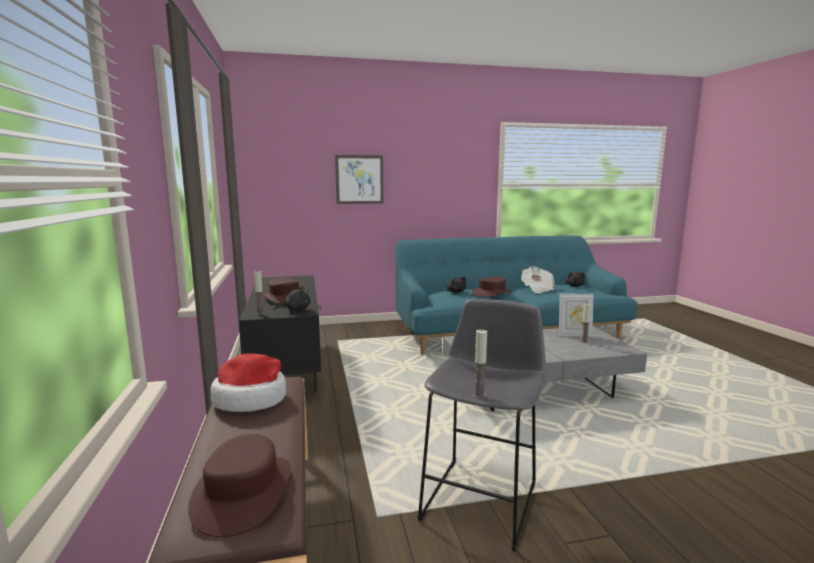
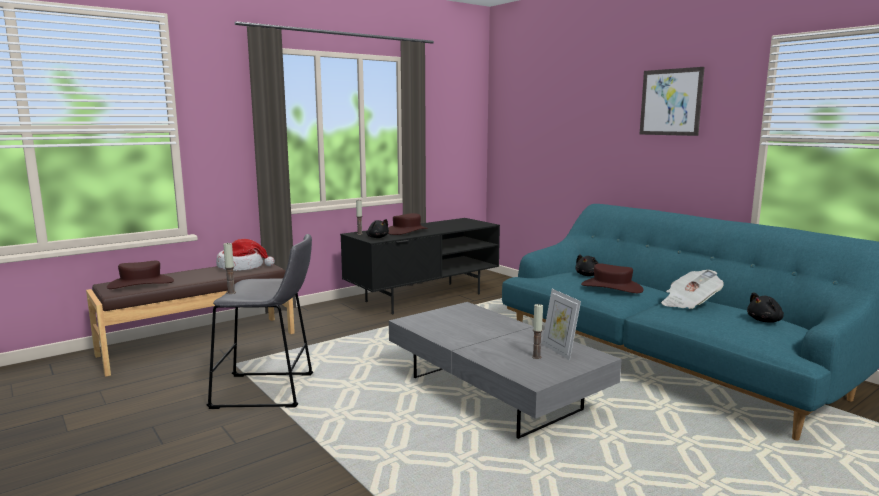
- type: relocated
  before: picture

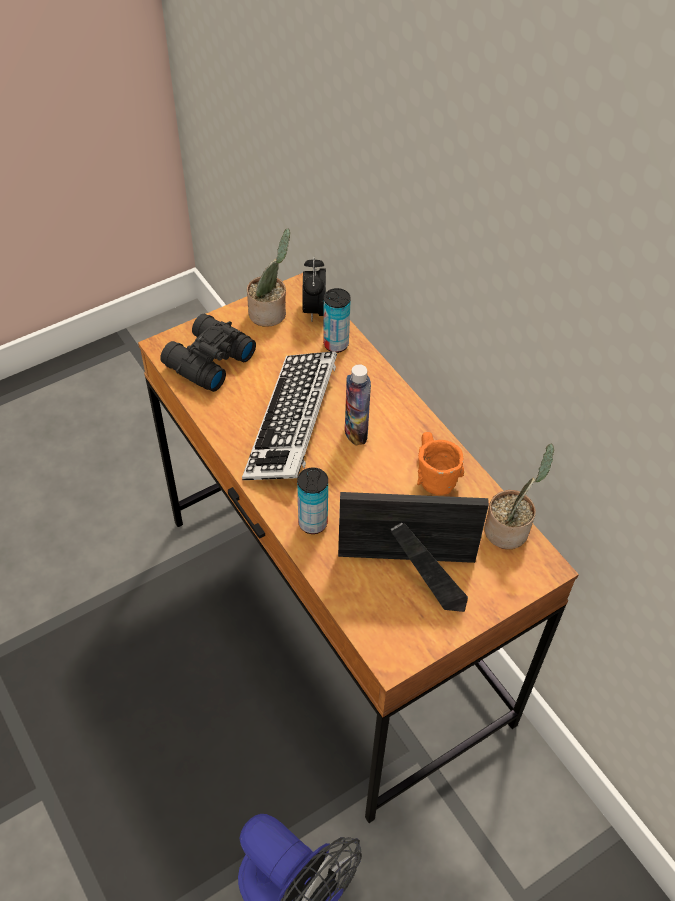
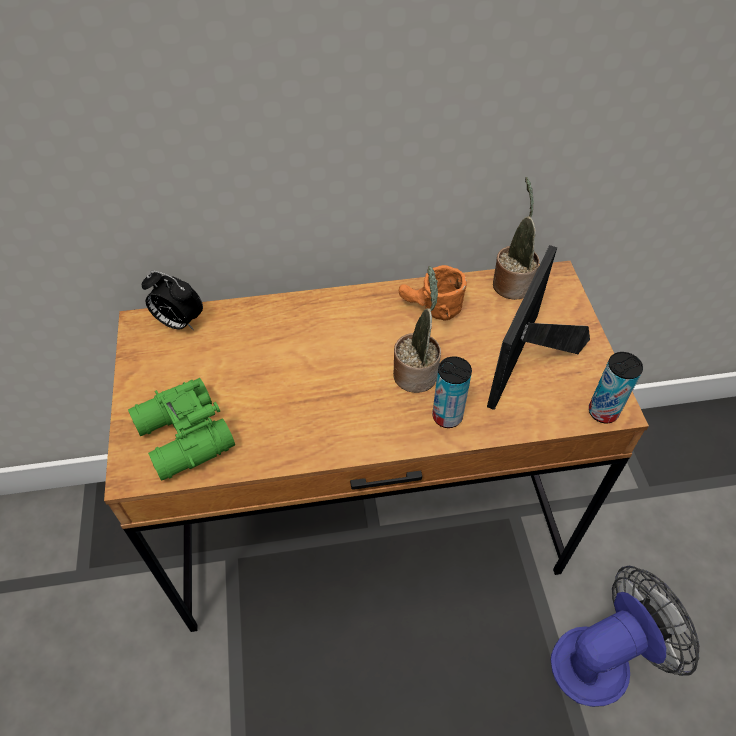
- type: colour
  before: black binoculars
  after: green binoculars
- type: missing
  before: keyboard
- type: relocated
  before: potted plant (no. 1 from left)
- type: relocated
  before: can (no. 2 from left)
- type: missing
  before: bottle

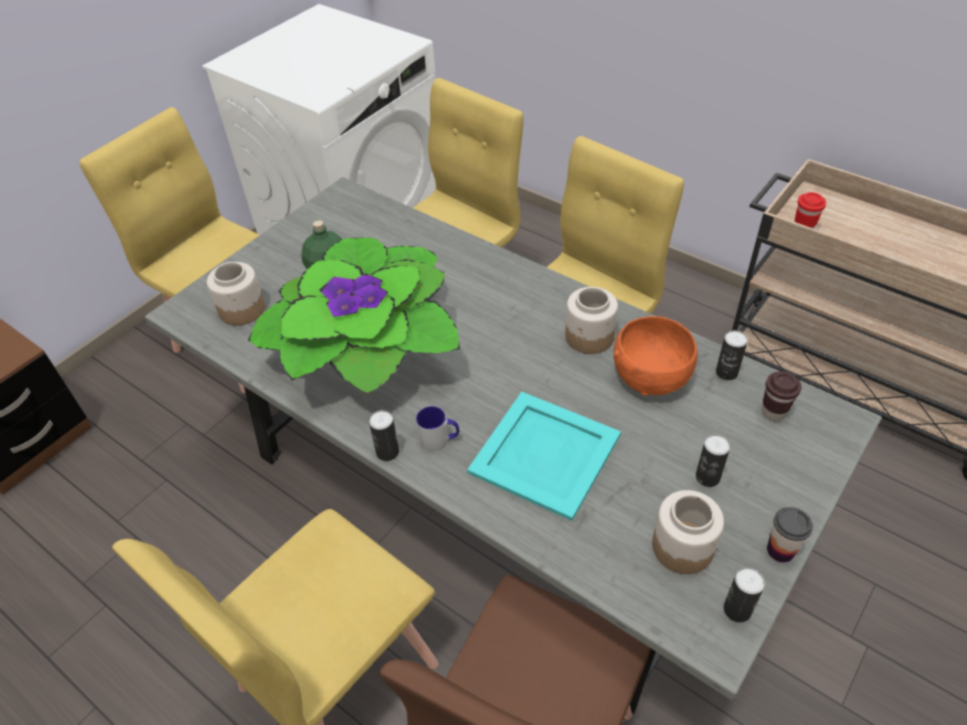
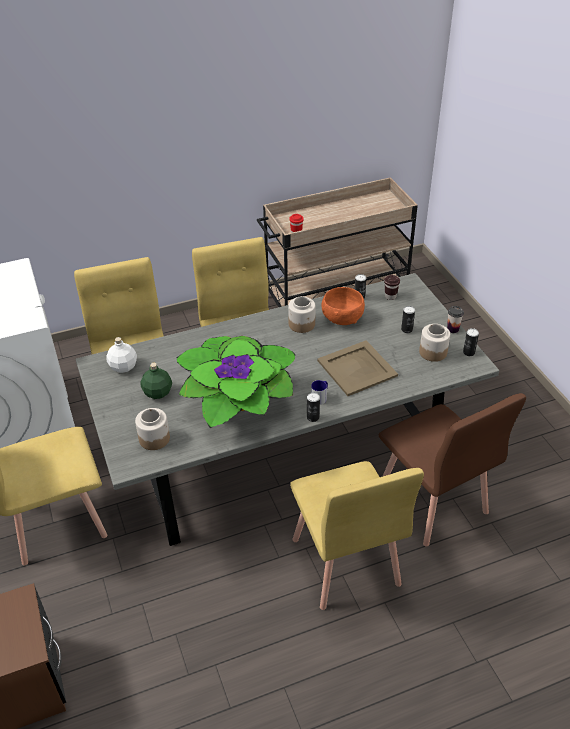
- type: colour
  before: turquoise tray
  after: beige tray
- type: appeared
  after: white bottle

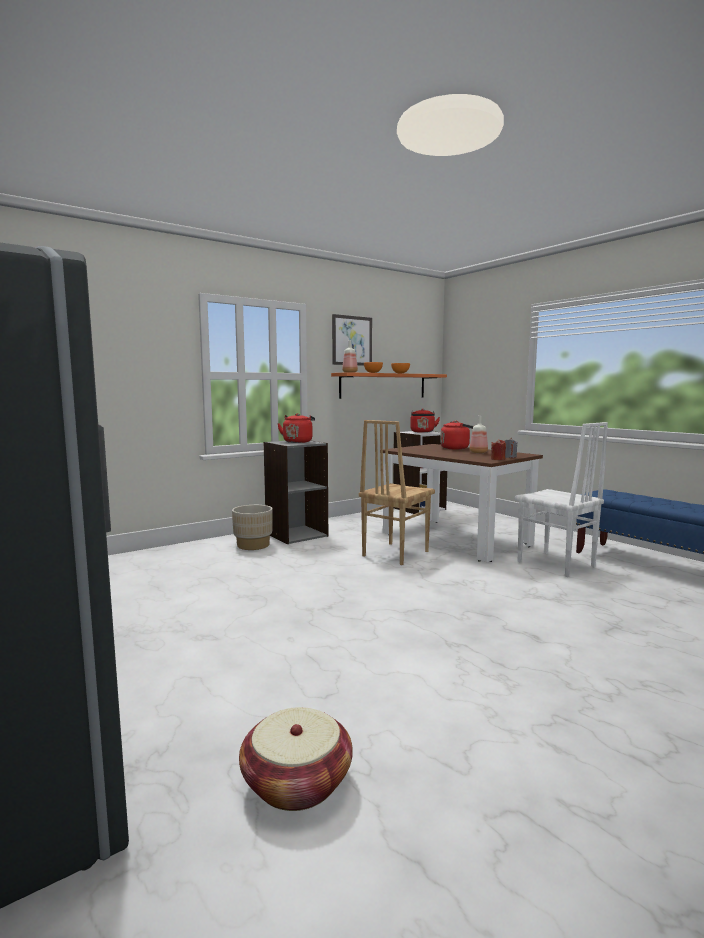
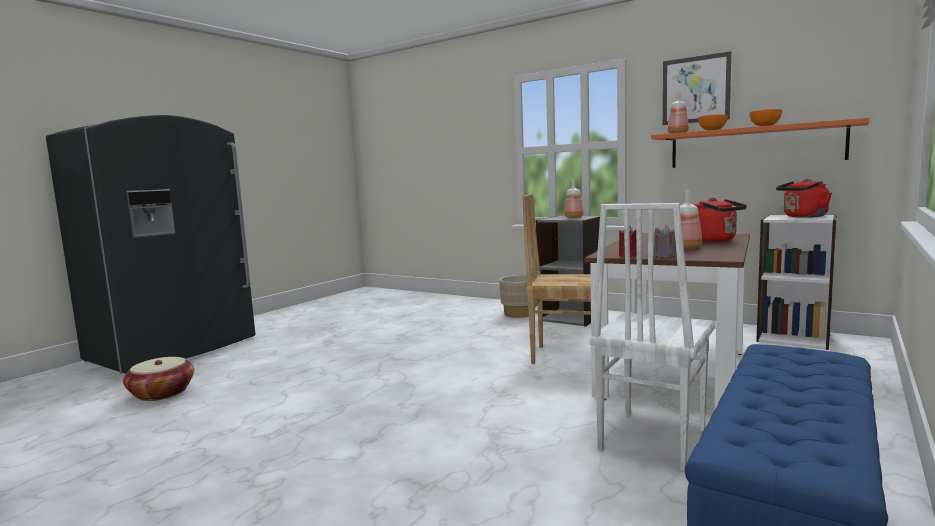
- type: exchanged
  before: red kettle (no. 1 from left)
  after: bottle (no. 1 from left)

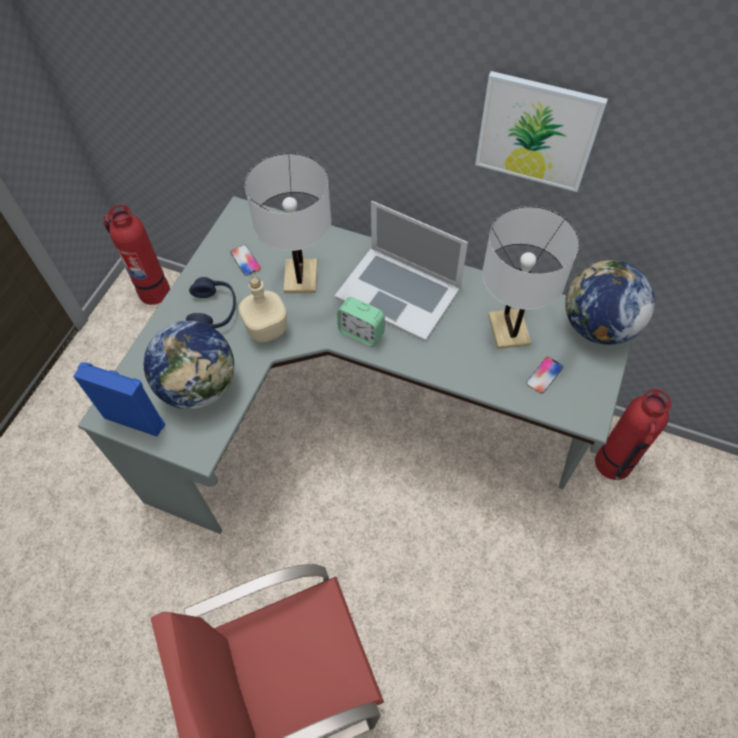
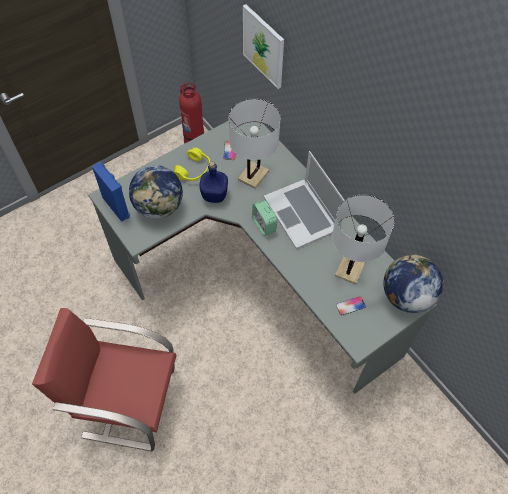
- type: colour
  before: blue headphones
  after: yellow headphones
- type: colour
  before: beige bottle
  after: blue bottle
- type: relocated
  before: picture
- type: missing
  before: fire extinguisher (no. 2 from left)

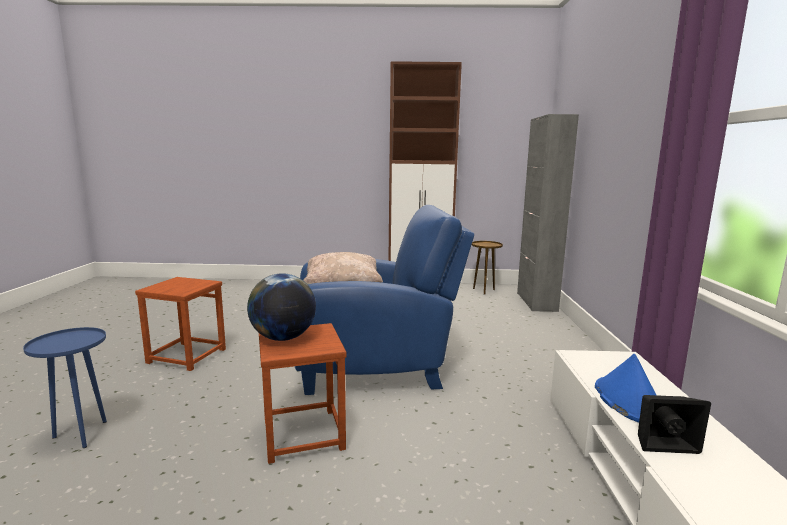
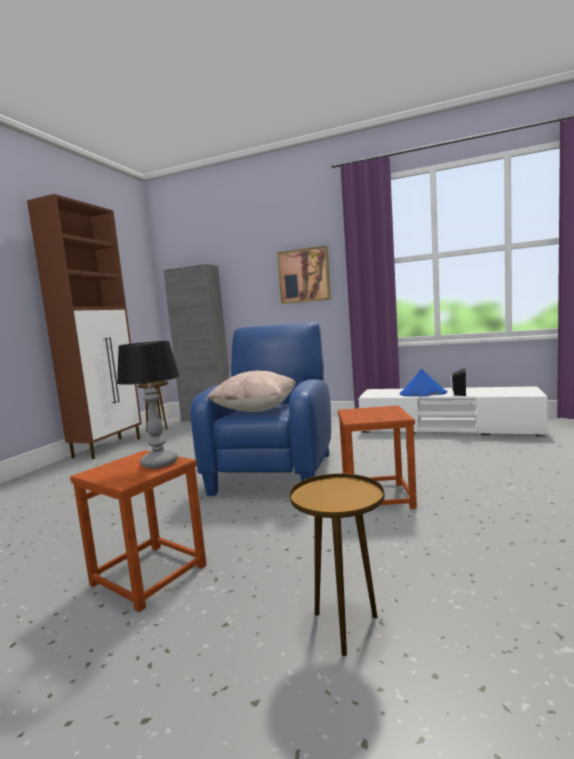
- type: colour
  before: blue side table
  after: brown side table (no. 2 from left)
- type: missing
  before: globe
- type: appeared
  after: table lamp
- type: appeared
  after: picture

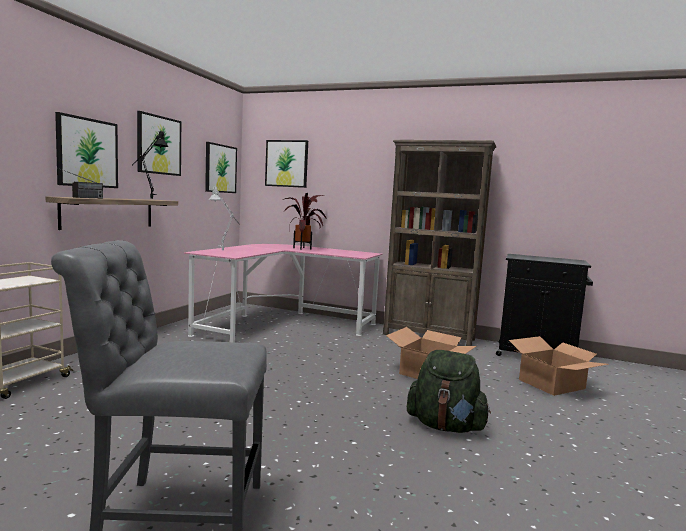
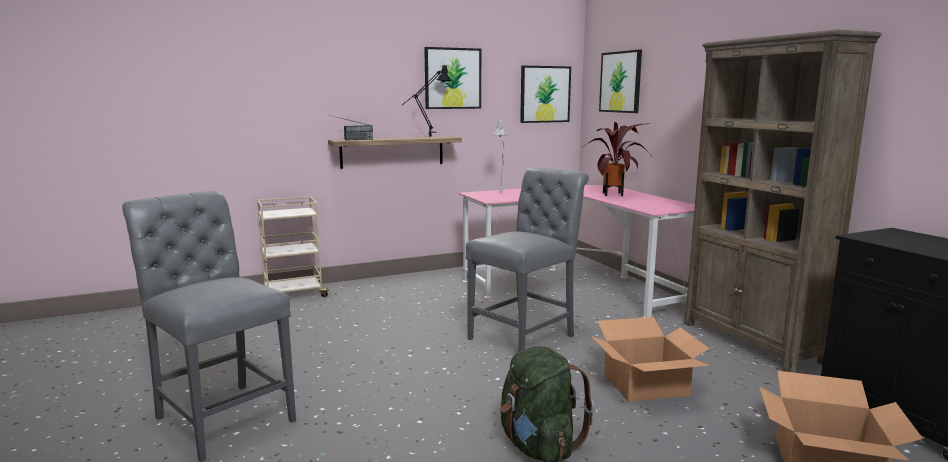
- type: missing
  before: picture (no. 1 from left)
- type: appeared
  after: grey chair (no. 2 from left)

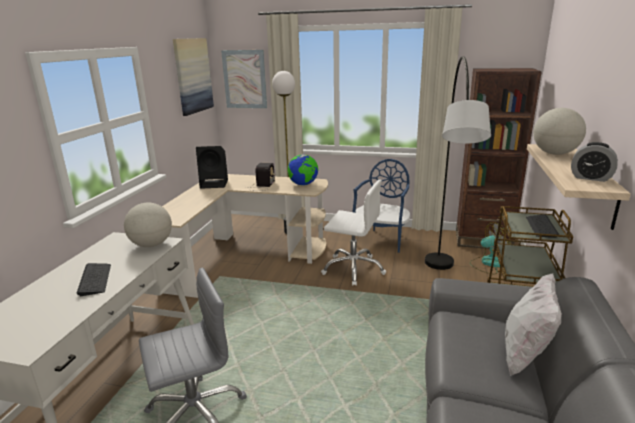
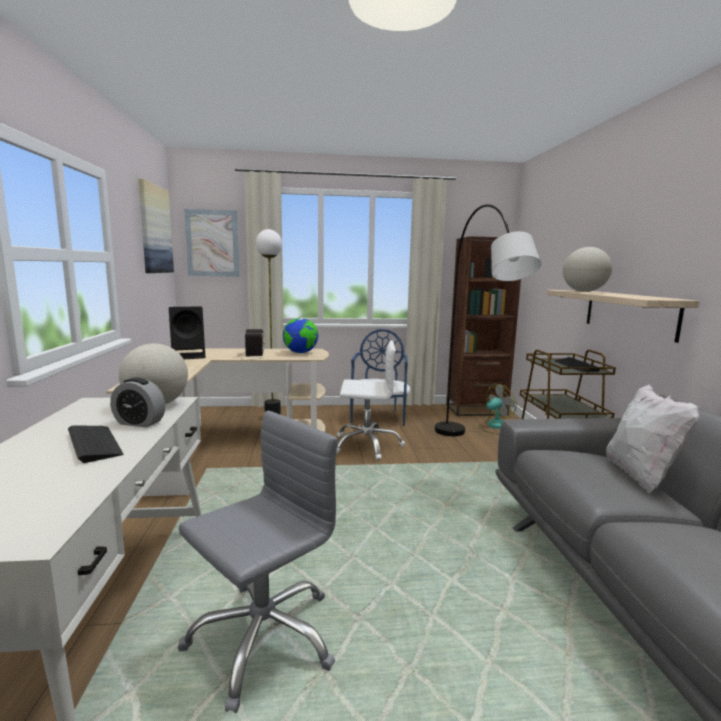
- type: relocated
  before: alarm clock

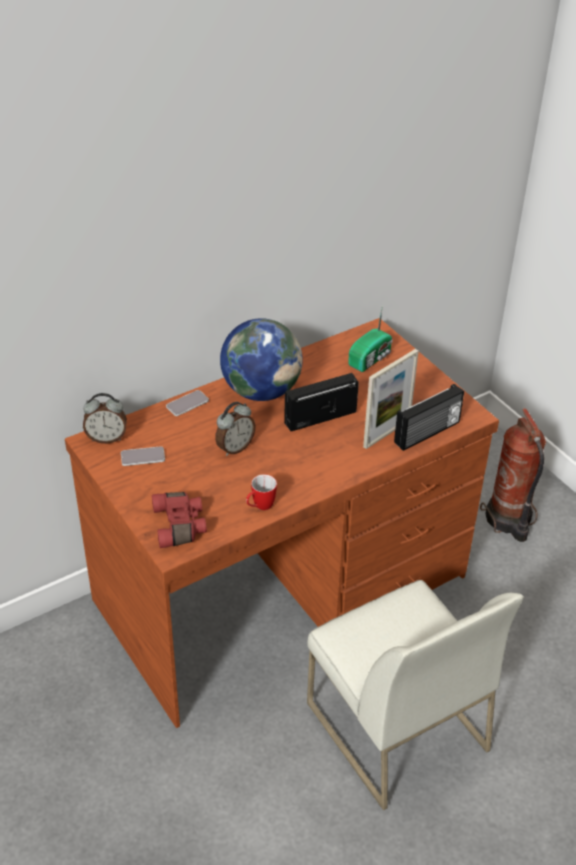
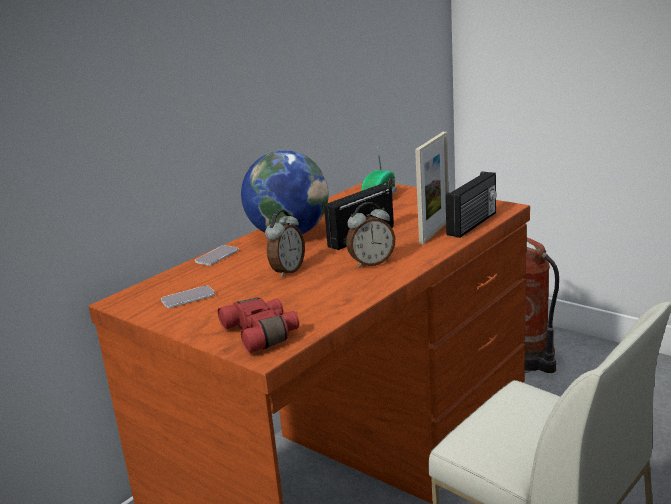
- type: relocated
  before: alarm clock (no. 1 from left in the first image)
  after: alarm clock (no. 2 from left)
- type: missing
  before: mug

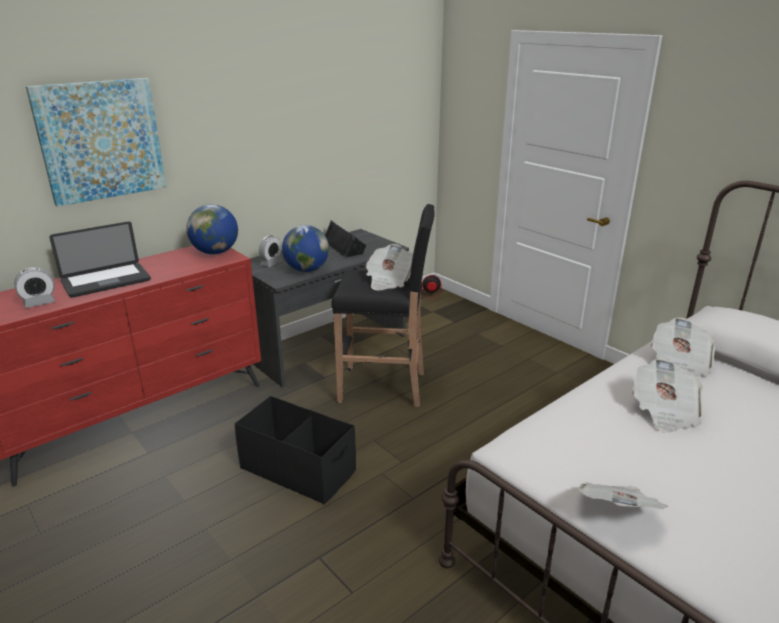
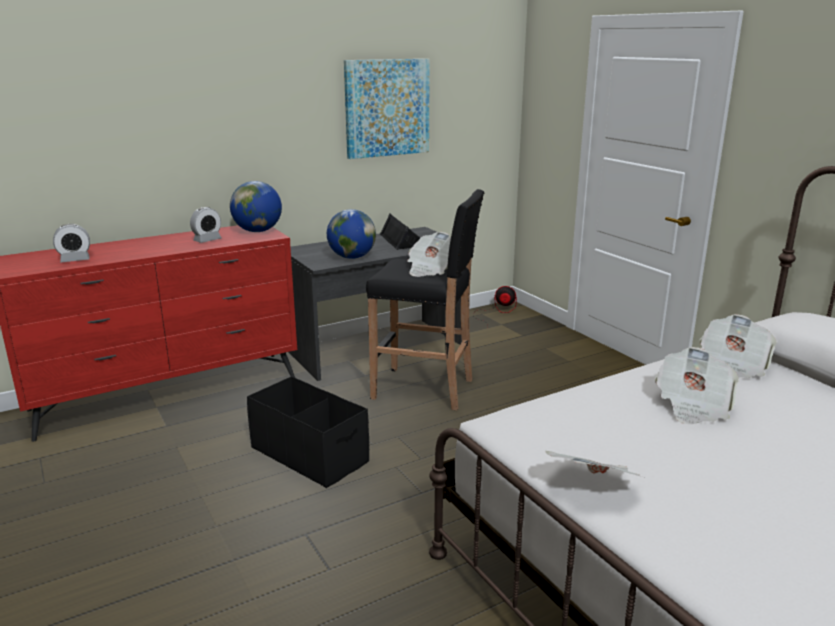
- type: relocated
  before: picture
- type: missing
  before: laptop
- type: relocated
  before: alarm clock (no. 2 from left)

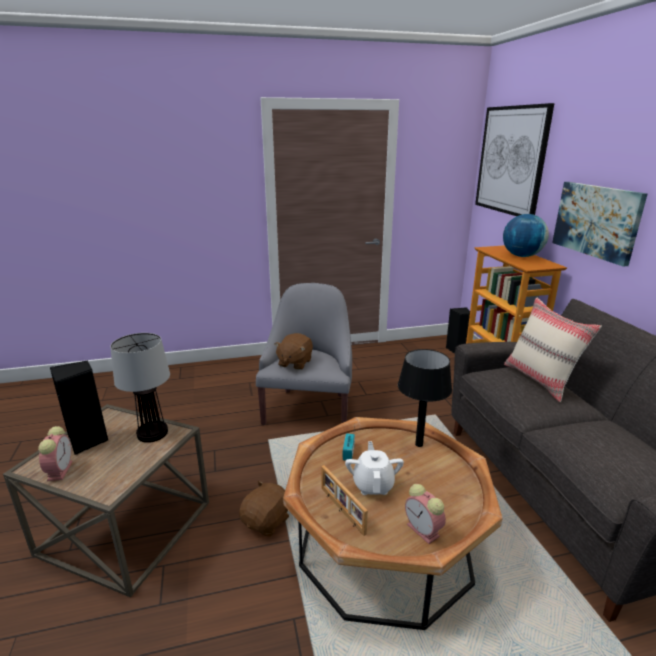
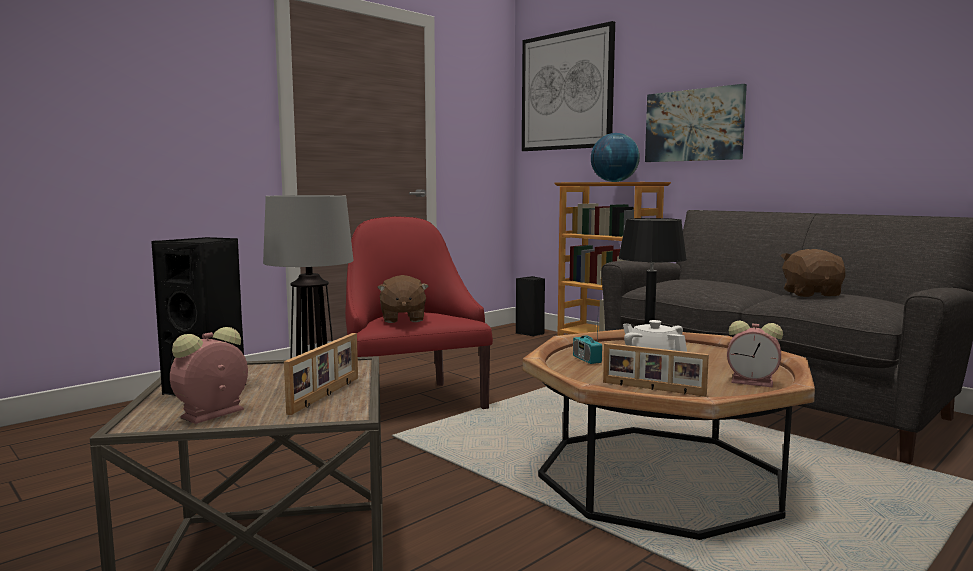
- type: spun
  before: alarm clock (no. 1 from left)
  turn: -105
- type: relocated
  before: brown plush toy (no. 1 from left in the first image)
  after: brown plush toy (no. 2 from left)
- type: colour
  before: grey armchair
  after: red armchair
- type: missing
  before: beige pillow
- type: appeared
  after: picture frame (no. 1 from left)

